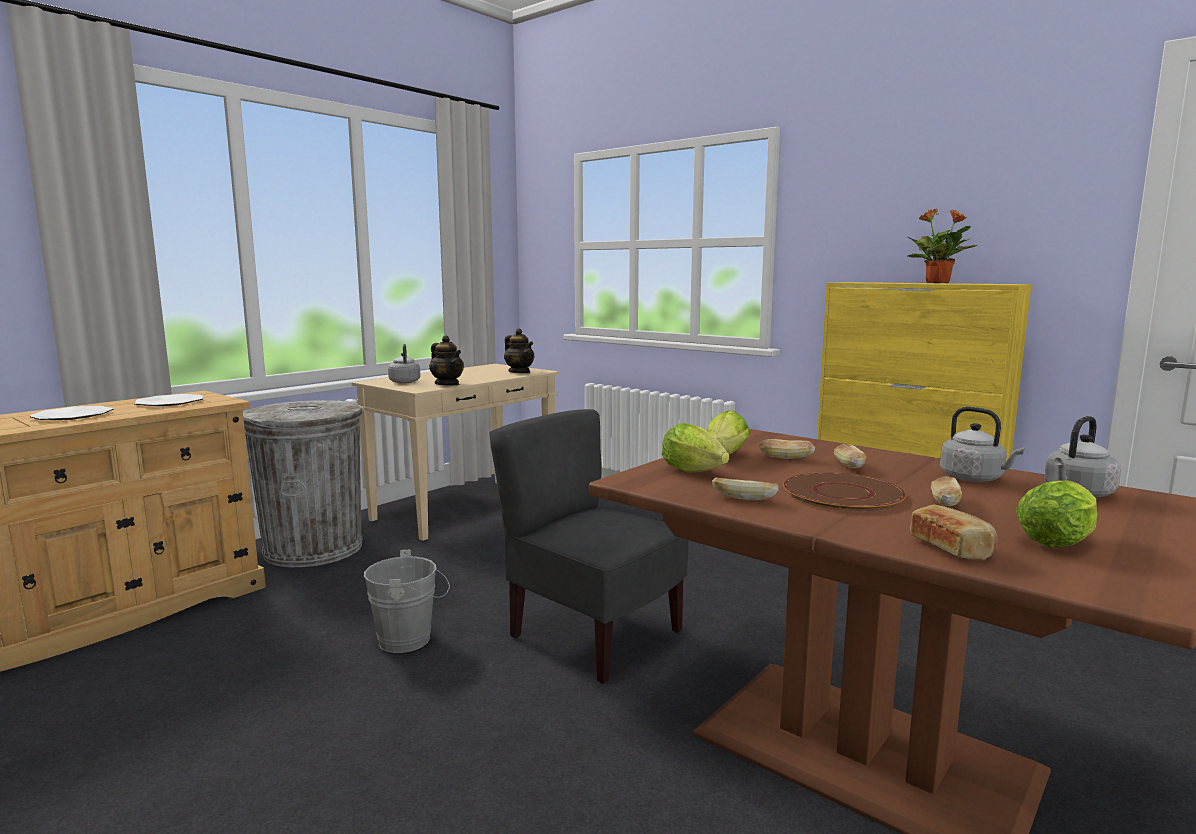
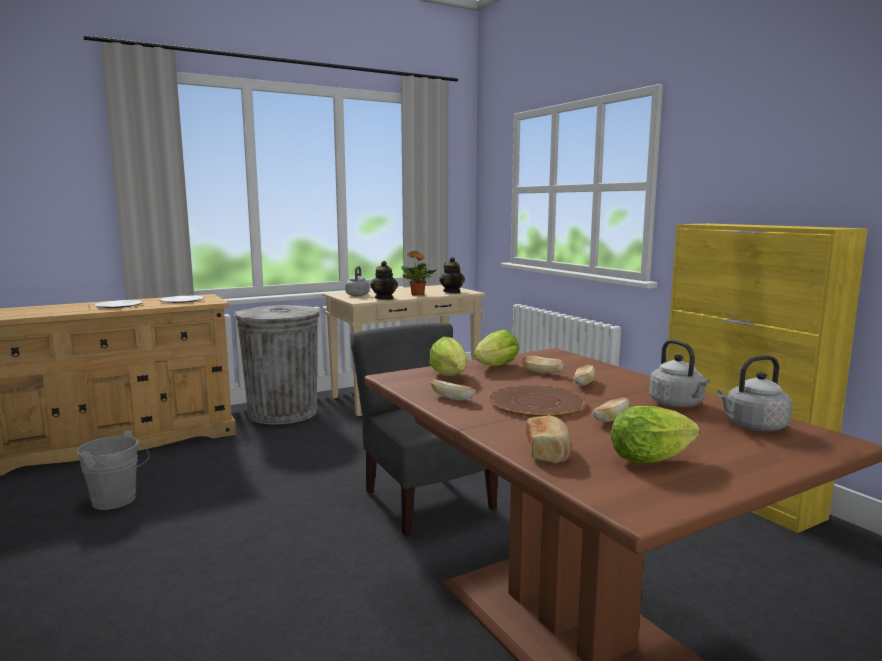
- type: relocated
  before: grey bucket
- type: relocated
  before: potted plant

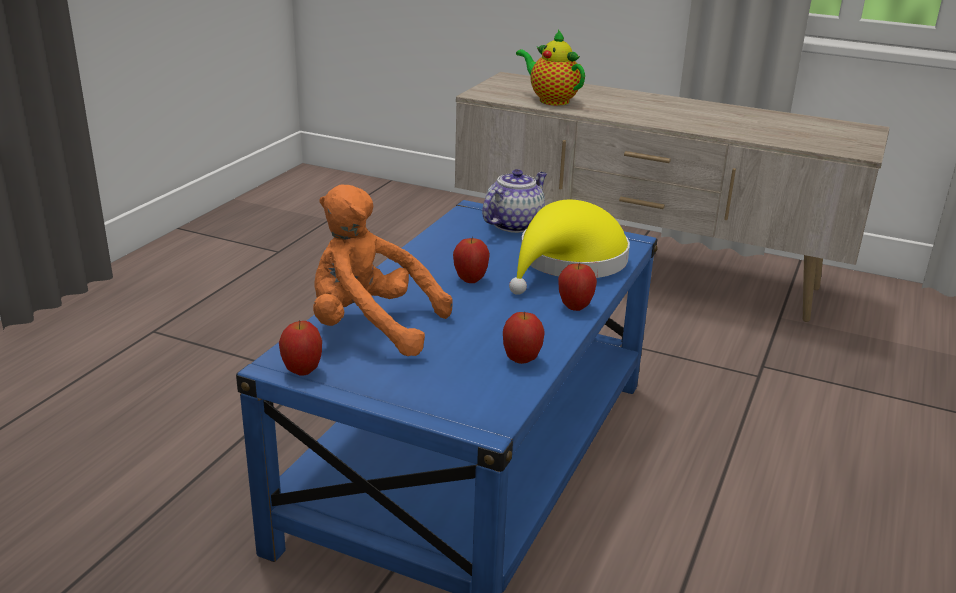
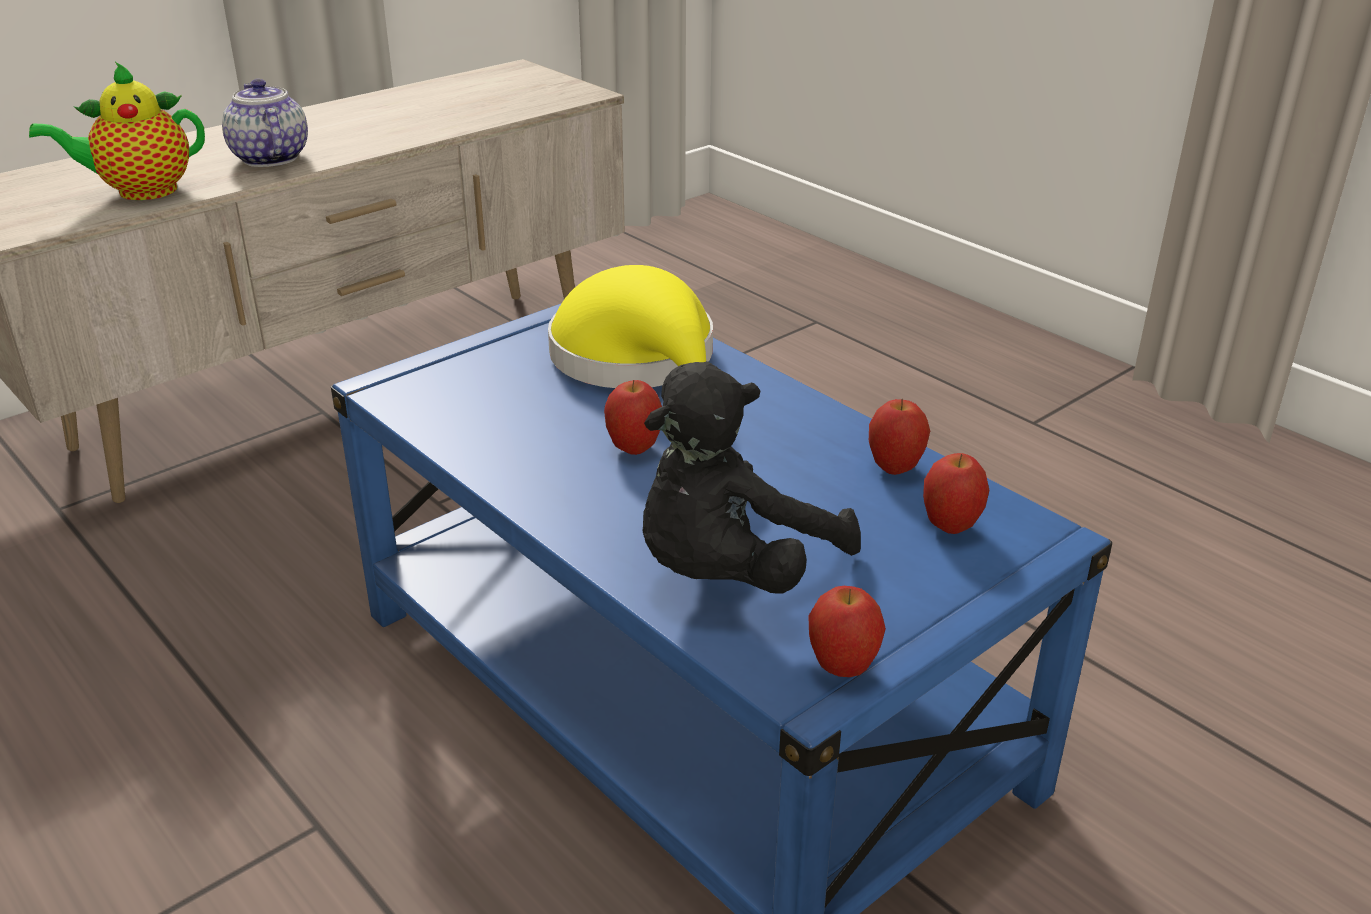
- type: colour
  before: orange plush toy
  after: black plush toy
- type: relocated
  before: teapot (no. 1 from left in the first image)
  after: teapot (no. 2 from left)
- type: relocated
  before: apple (no. 4 from left)

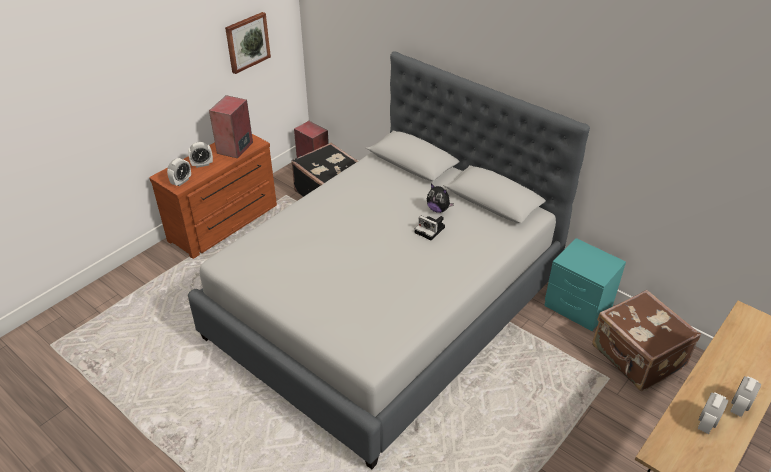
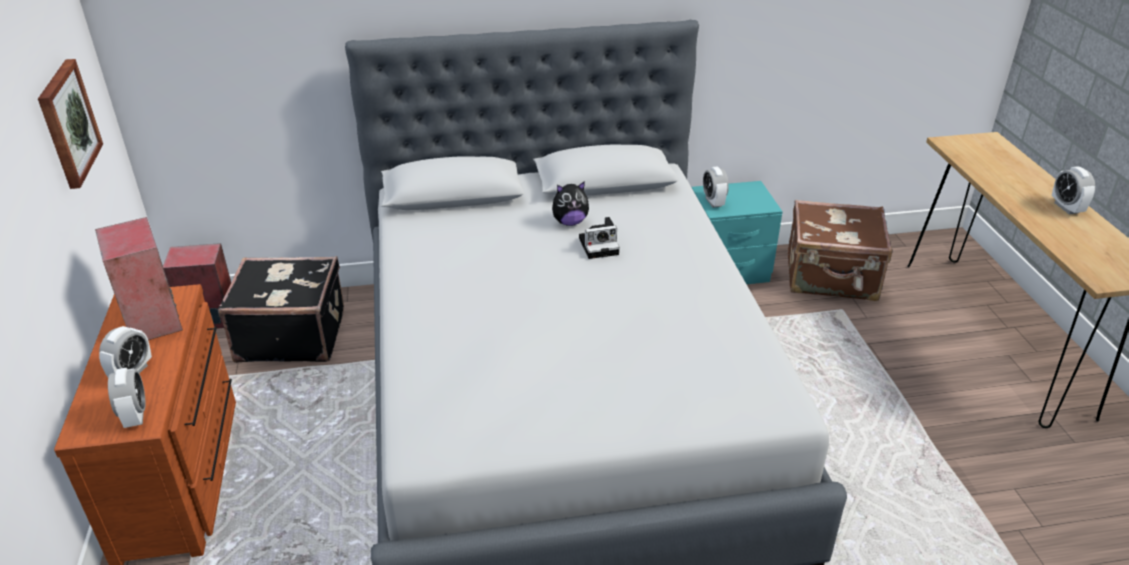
- type: relocated
  before: alarm clock (no. 3 from left)

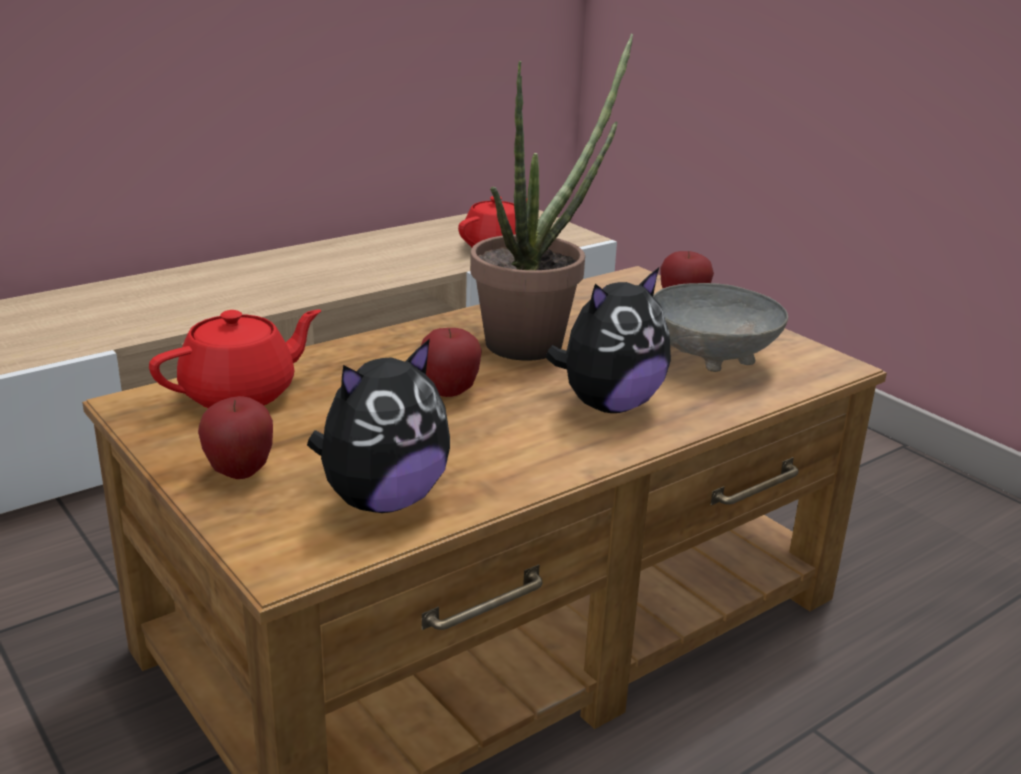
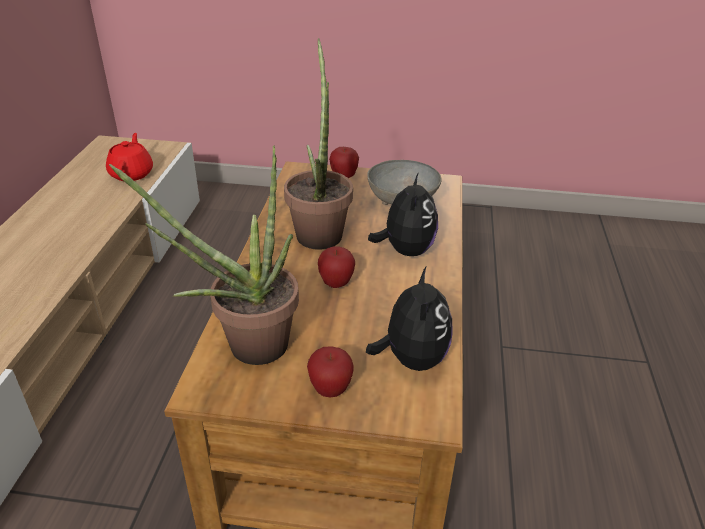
- type: exchanged
  before: red teapot (no. 1 from left)
  after: potted plant (no. 1 from left)

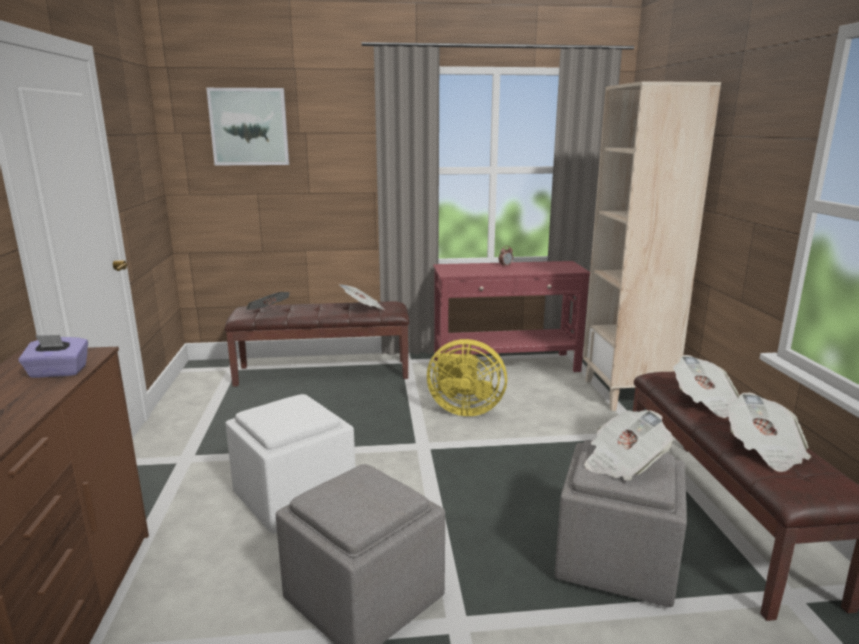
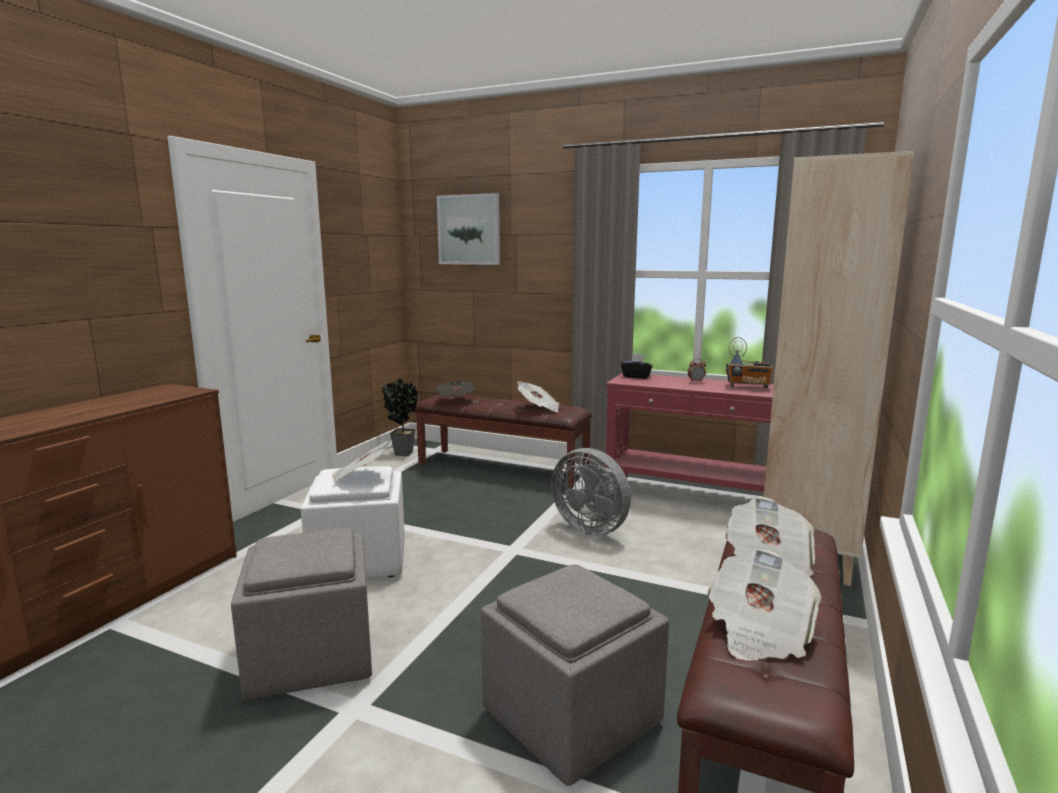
- type: missing
  before: purple tissue box
- type: colour
  before: yellow fan
  after: grey fan
- type: relocated
  before: newspaper (no. 3 from left in the first image)
  after: newspaper (no. 1 from left)
- type: appeared
  after: potted plant
- type: appeared
  after: black tissue box
- type: appeared
  after: radio

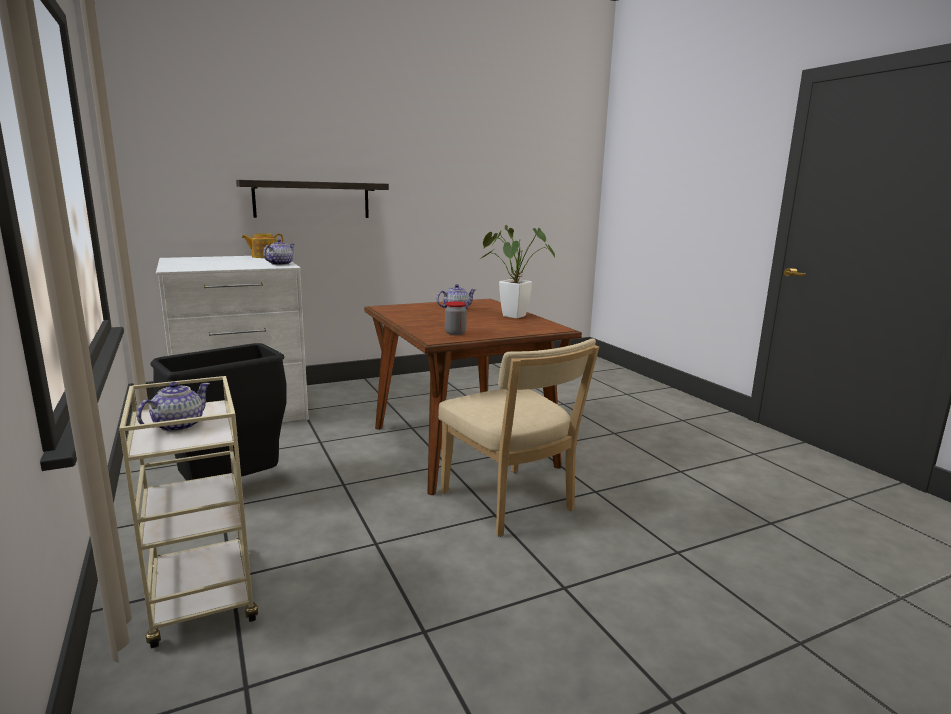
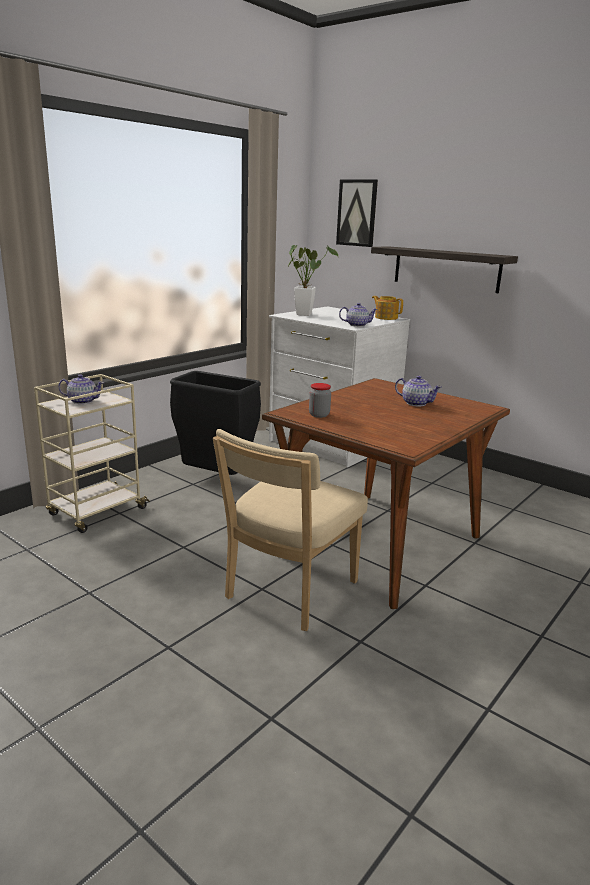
- type: relocated
  before: potted plant
- type: appeared
  after: picture

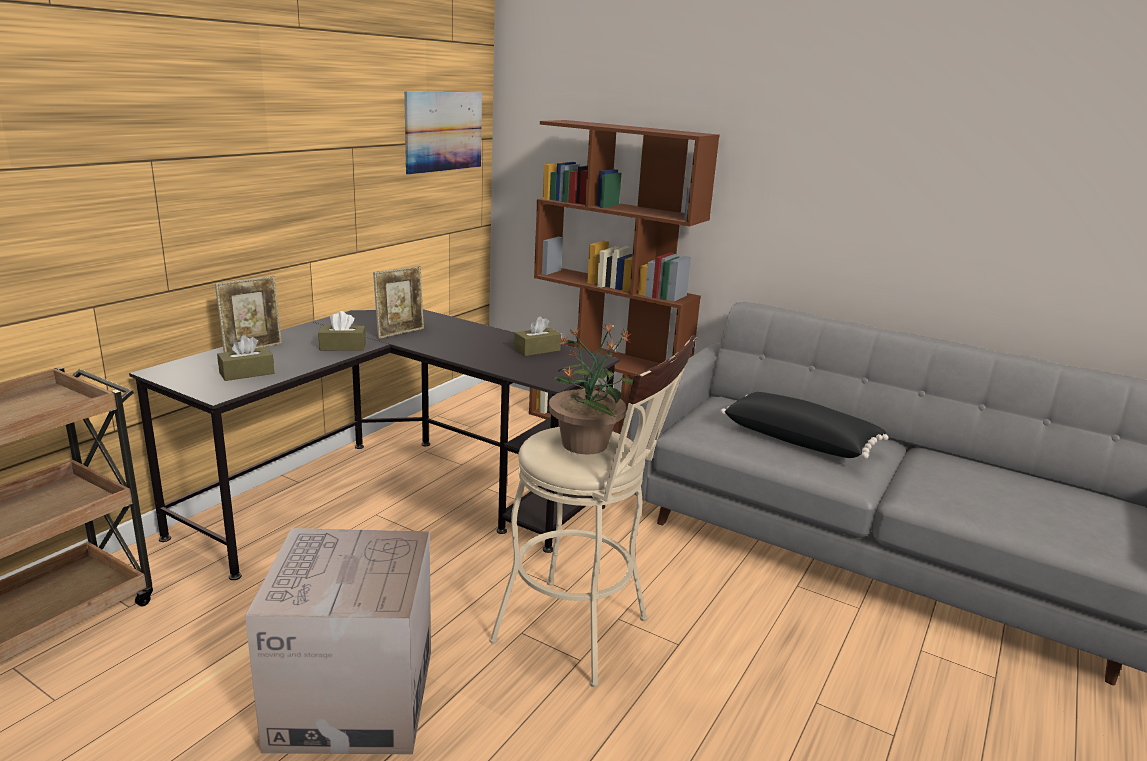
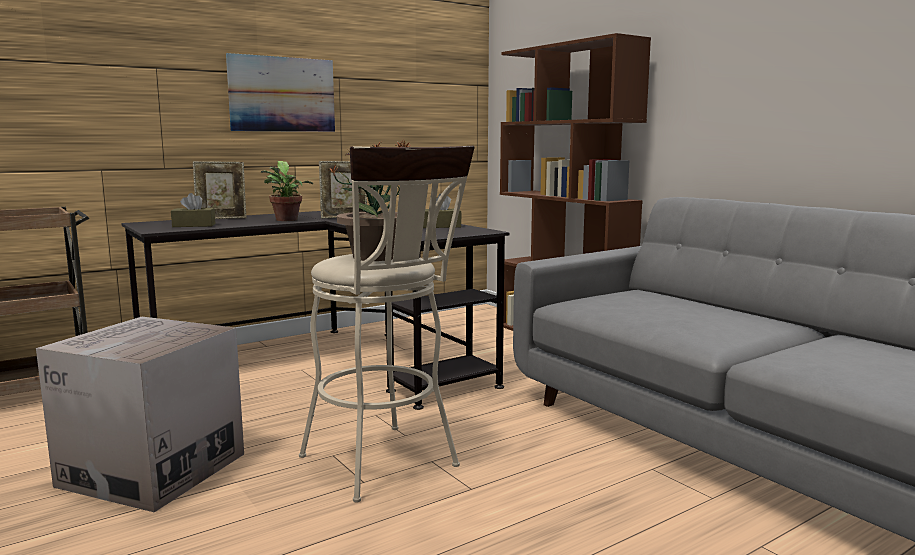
- type: exchanged
  before: brown tissue box (no. 2 from left)
  after: potted plant (no. 1 from left)
- type: relocated
  before: picture
- type: missing
  before: black pillow

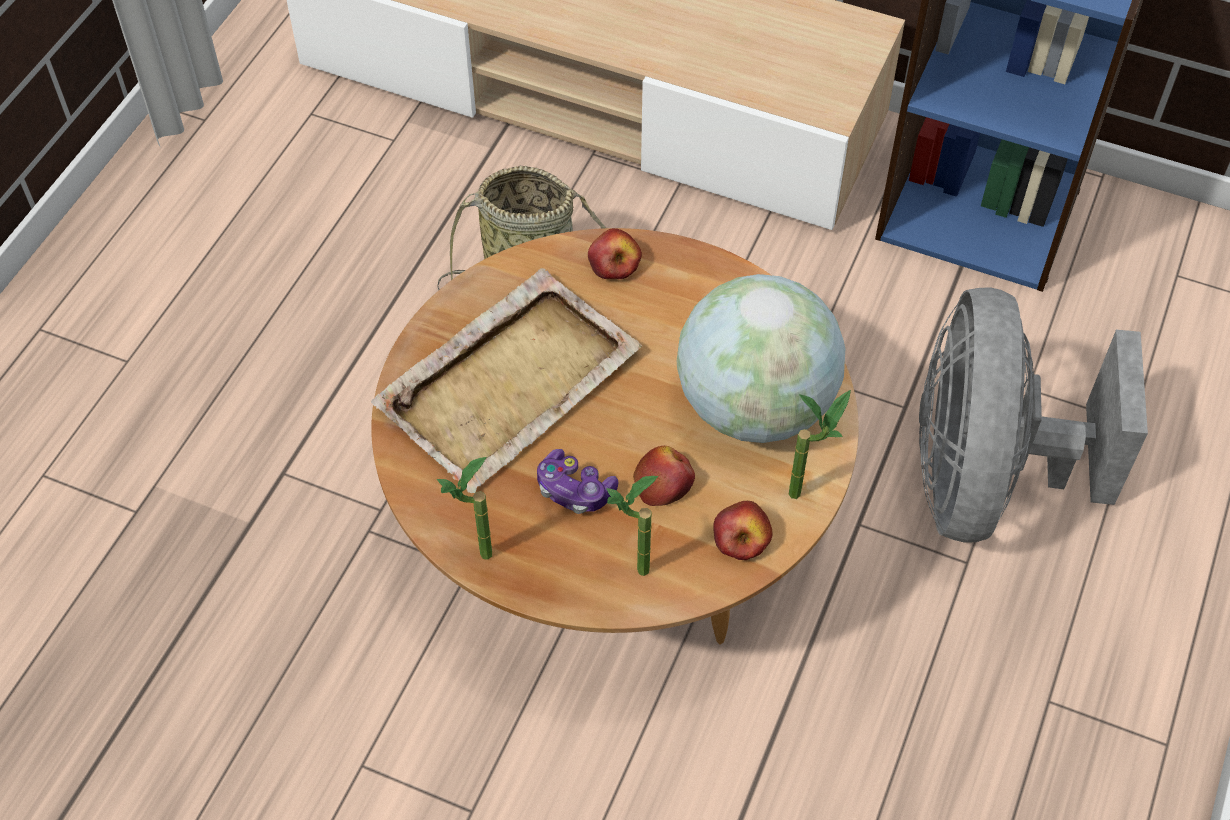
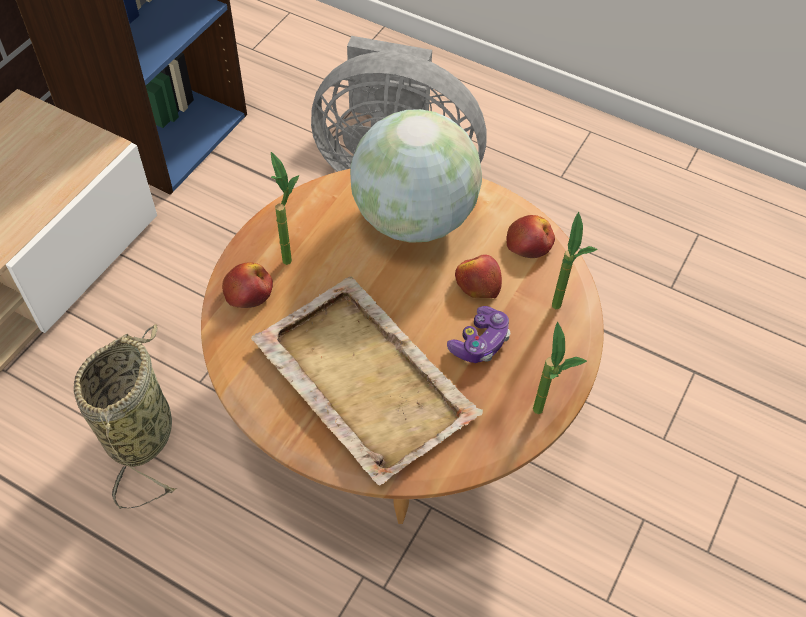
- type: relocated
  before: potted plant (no. 3 from left in the first image)
  after: potted plant (no. 1 from left)

